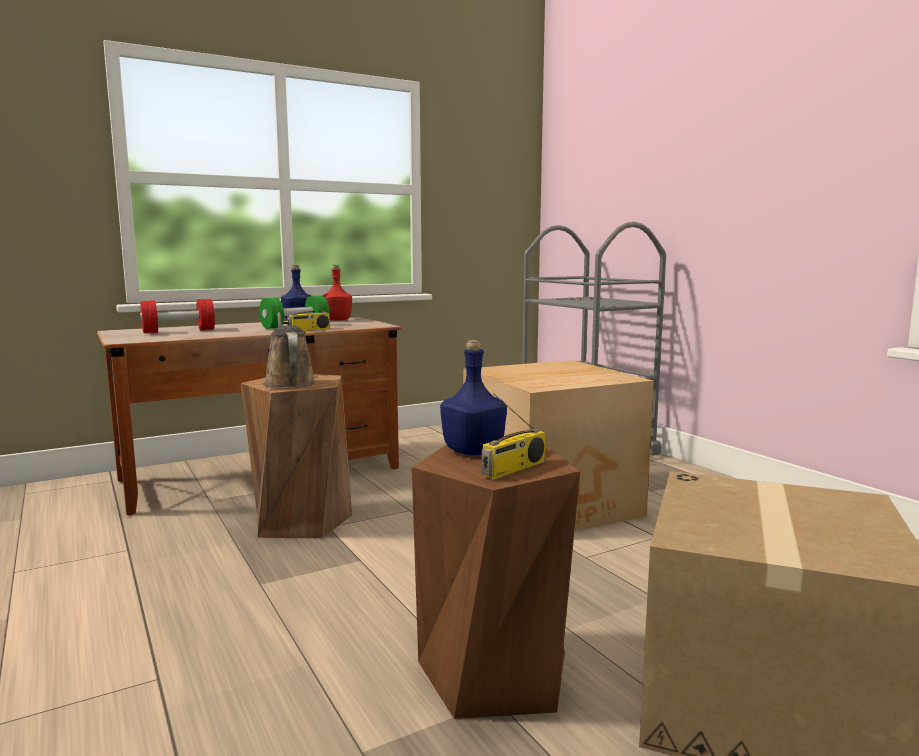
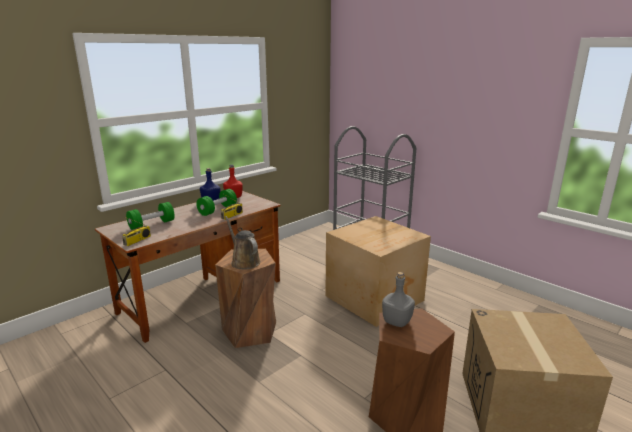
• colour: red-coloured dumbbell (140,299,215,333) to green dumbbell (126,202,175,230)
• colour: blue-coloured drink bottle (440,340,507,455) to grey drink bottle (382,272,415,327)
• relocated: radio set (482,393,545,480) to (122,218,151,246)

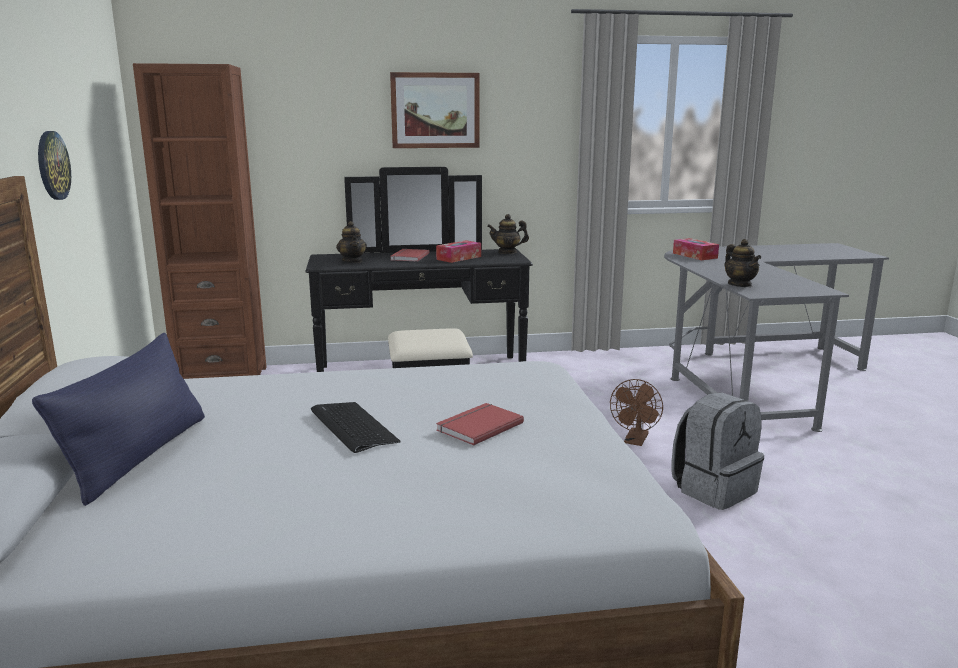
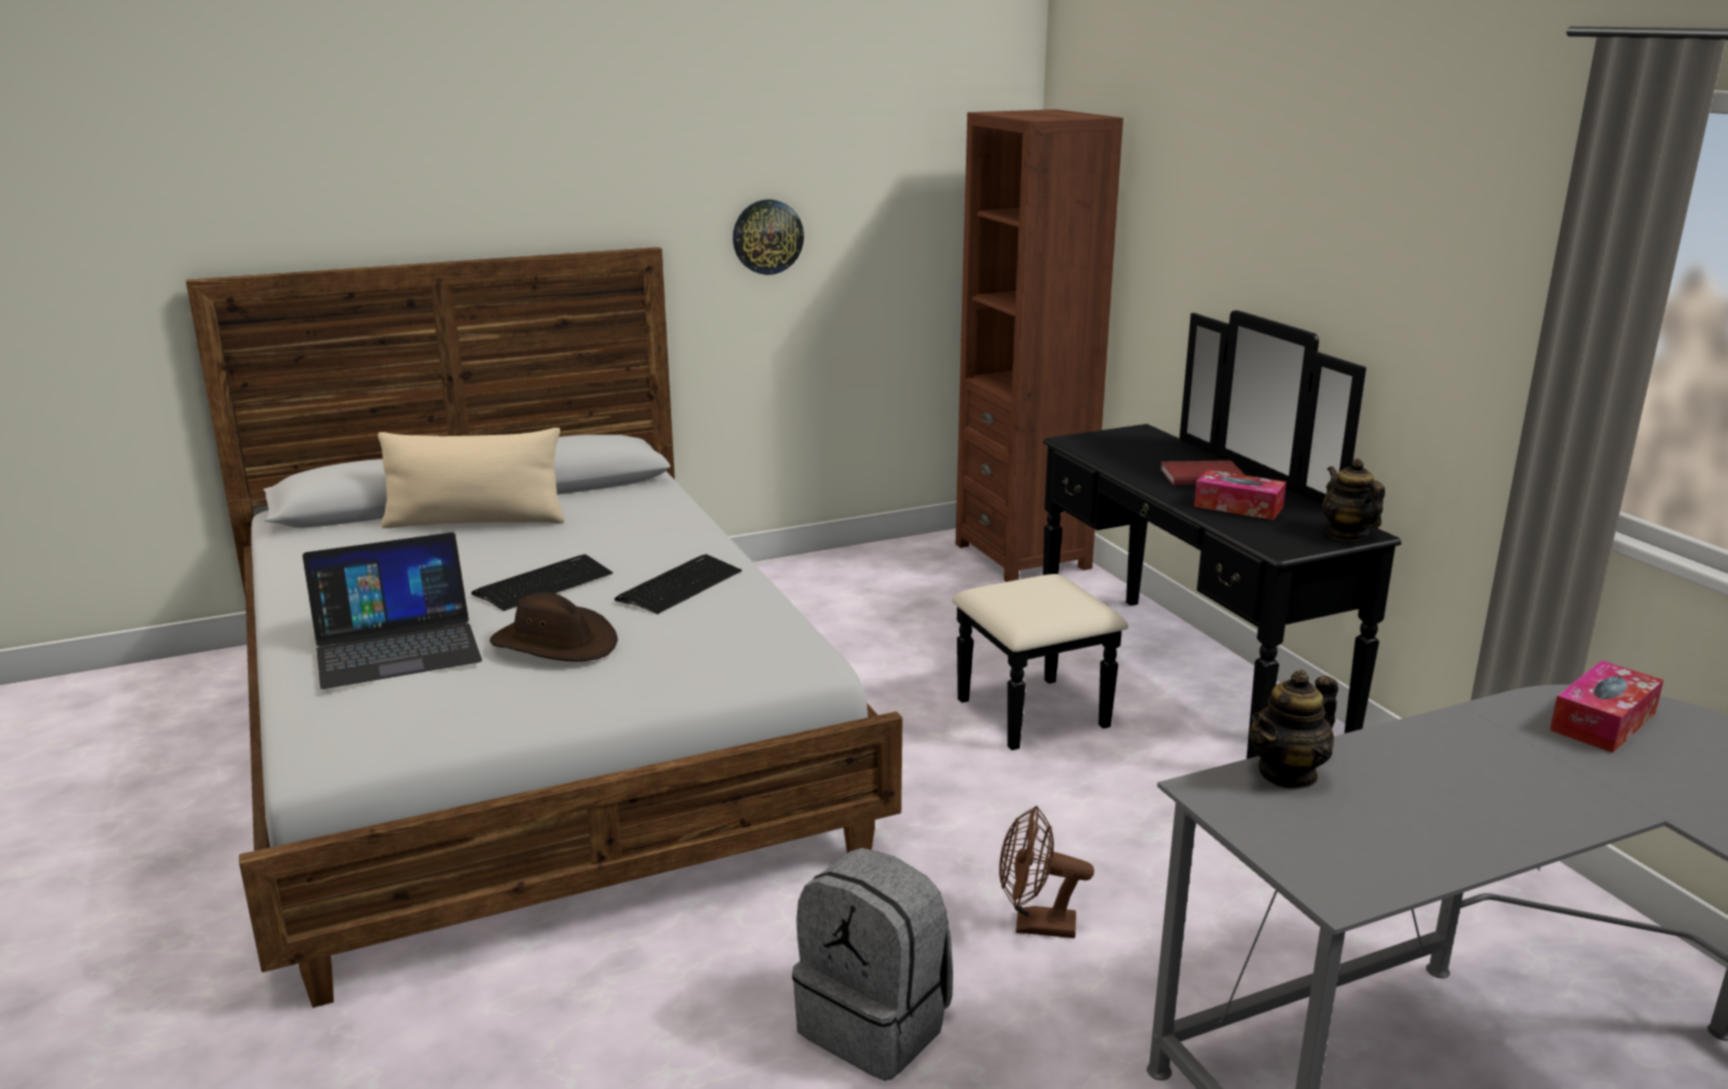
• missing: picture (390,72,480,148)
• missing: teapot (336,221,367,263)
• colour: blue-coloured throw pillow (32,333,205,506) to beige throw pillow (378,428,565,528)
• exchanged: red-coloured bound book (436,403,524,446) to brown-coloured clothing hat (490,592,618,662)
• appeared: laptop (302,532,482,689)
• appeared: PC keyboard (614,554,742,614)

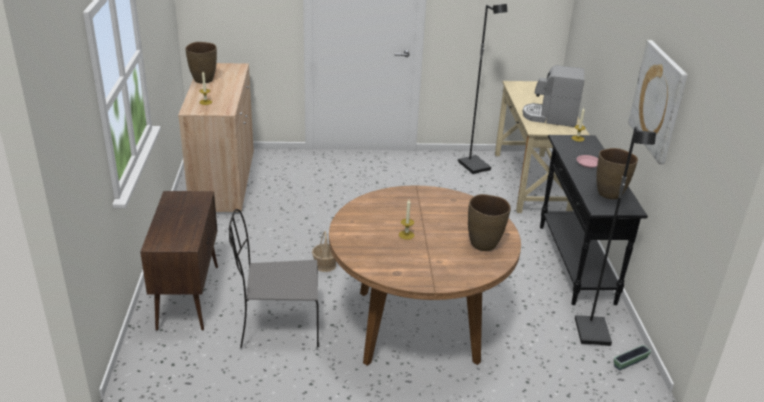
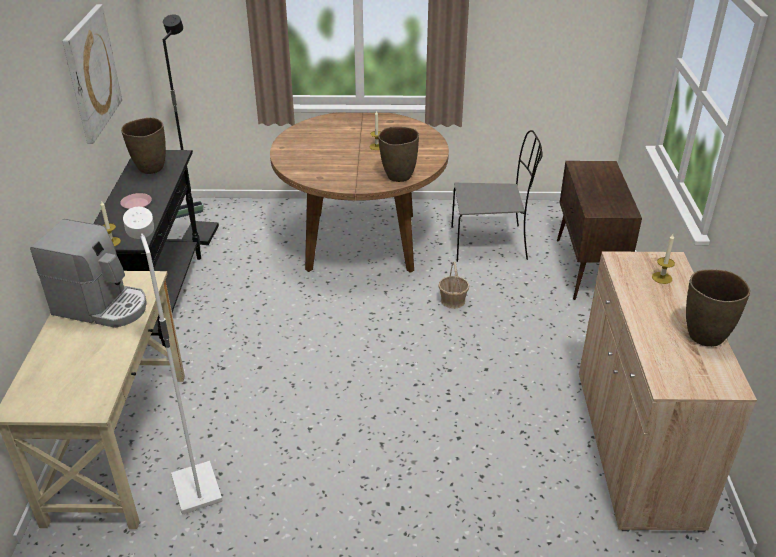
• colour: blackish standing lamp (458,4,507,174) to white-coloured standing lamp (123,207,223,514)
• relocated: brown-coloured vase (468,194,511,251) to (378,127,419,182)

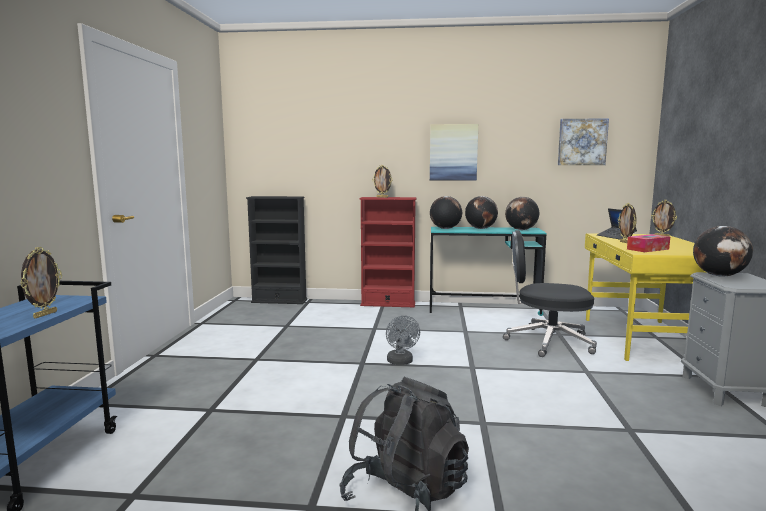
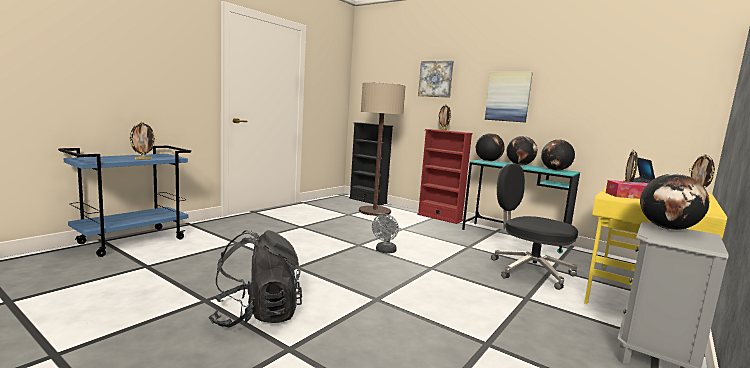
• relocated: picture (558,118,609,165) to (418,61,454,98)
• appeared: standing lamp (359,82,405,216)

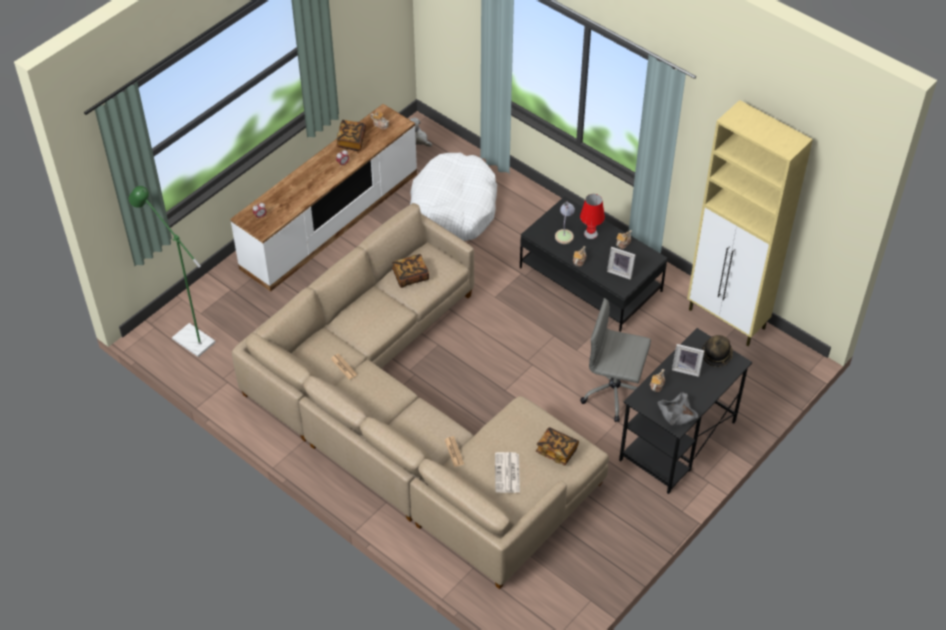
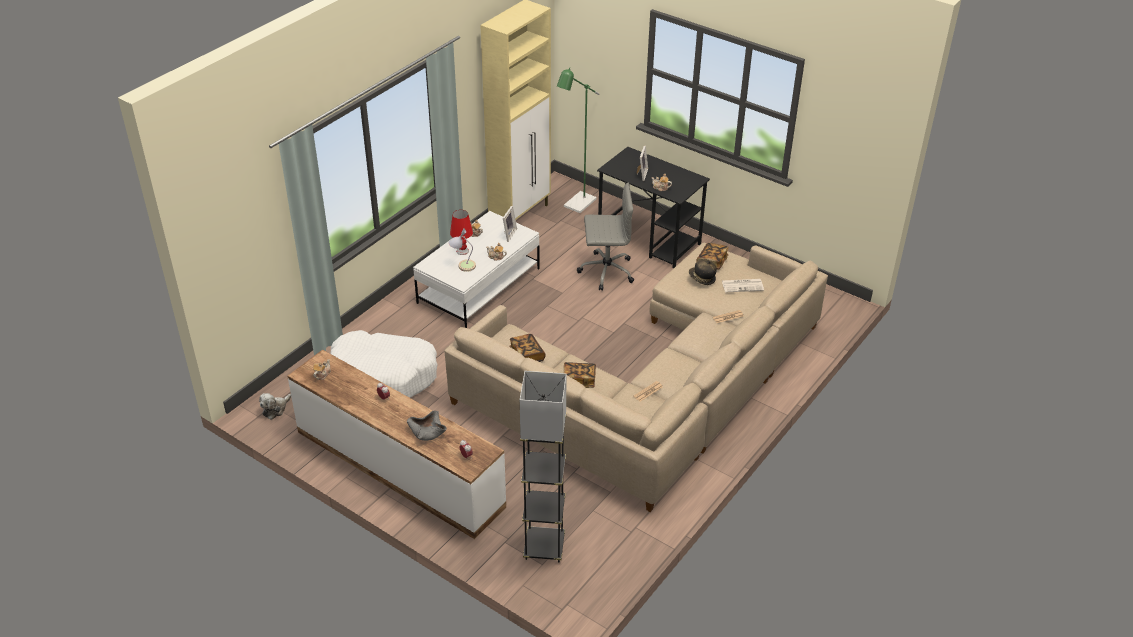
• relocated: bound book (336,120,366,151) to (563,362,596,388)
• relocated: green standing lamp (129,186,216,357) to (557,67,599,213)
• colour: blackish coffee table (520,196,667,332) to white-coloured coffee table (413,211,540,328)
• spun: grey computer chair (580,298,651,422) = (577,182,634,291) 105 degrees counterclockwise
• relocated: clothing hat (701,335,733,367) to (689,259,717,285)
• relocated: grey deep dish (657,392,698,426) to (407,411,447,441)
• appeared: grey standing lamp (520,371,567,563)

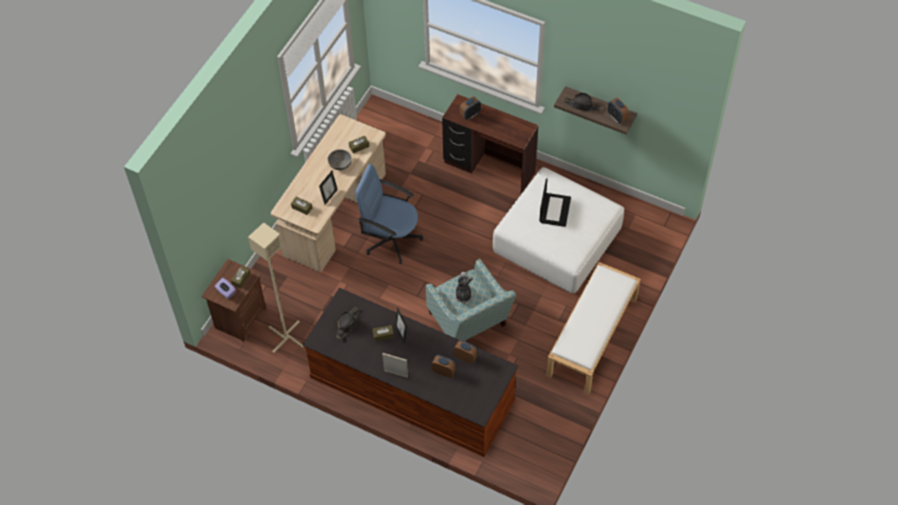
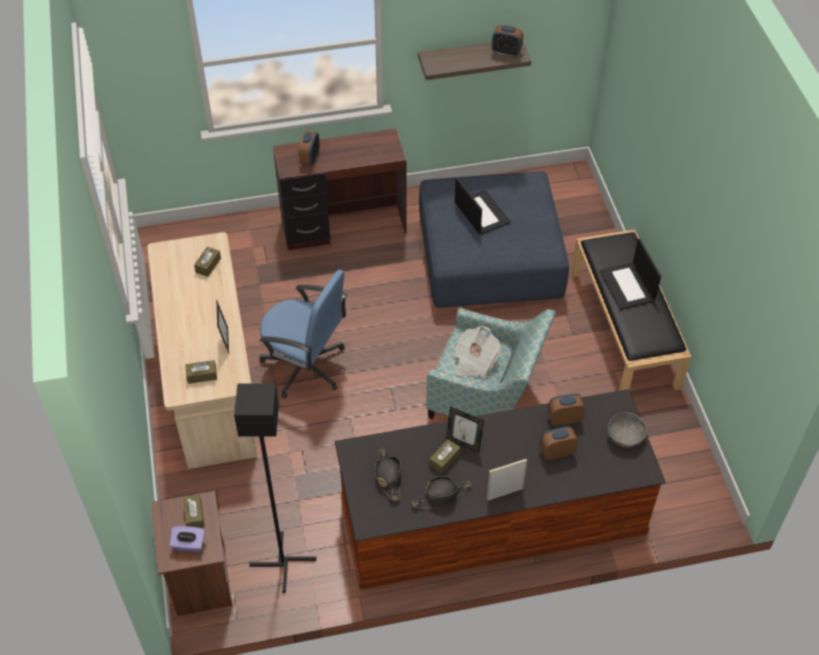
• relocated: blackish clothing hat (563,93,602,111) to (412,476,472,508)
• relocated: grey deep dish (328,149,352,170) to (608,413,647,448)
• spun: blue-coloured computer chair (356,164,423,264) = (259,270,347,398) 135 degrees counterclockwise
• colour: white-coloured pouffe (493,167,624,294) to blue-coloured pouffe (419,171,569,308)
• colour: beige standing lamp (248,222,304,353) to blackish standing lamp (234,383,316,593)
• colour: white-coloured bench (546,262,641,394) to blackish bench (571,229,691,391)
• exchanged: soft toy (454,272,473,304) to newspaper (455,326,501,377)
• appeared: laptop (600,239,661,310)

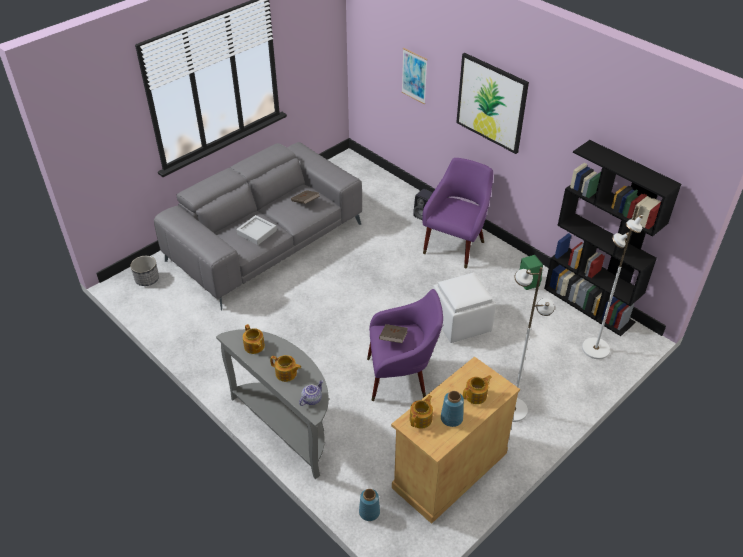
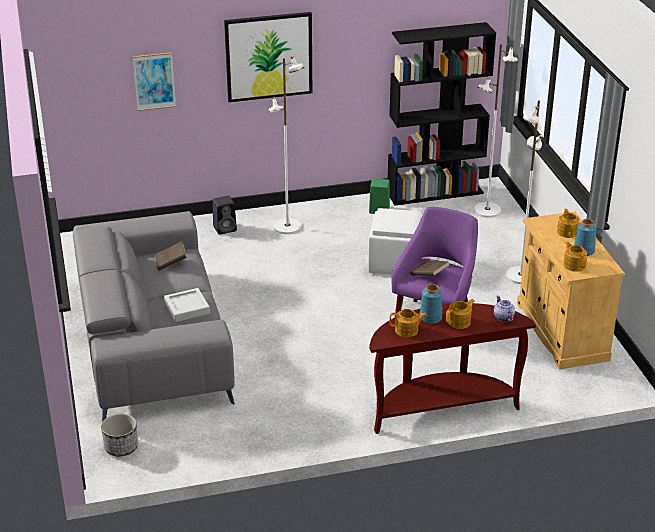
• exchanged: purple-coloured lounge chair (422,158,493,268) to white-coloured standing lamp (269,56,304,234)
• colour: grey narrow table (216,329,329,479) to brown-coloured narrow table (369,303,536,434)
• relocated: blue-coloured vase (359,489,380,521) to (420,284,442,324)

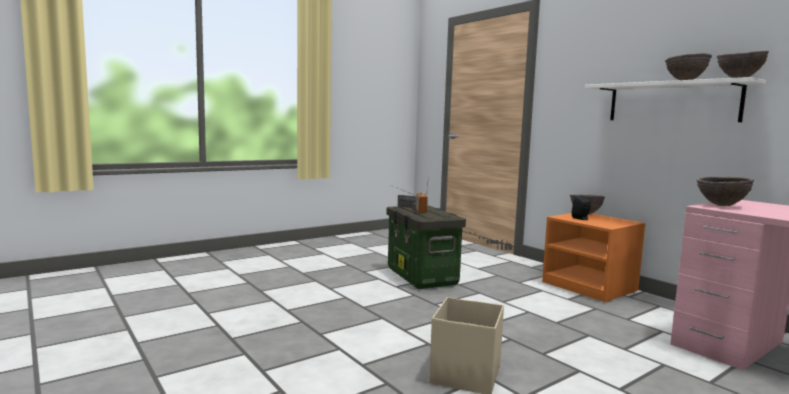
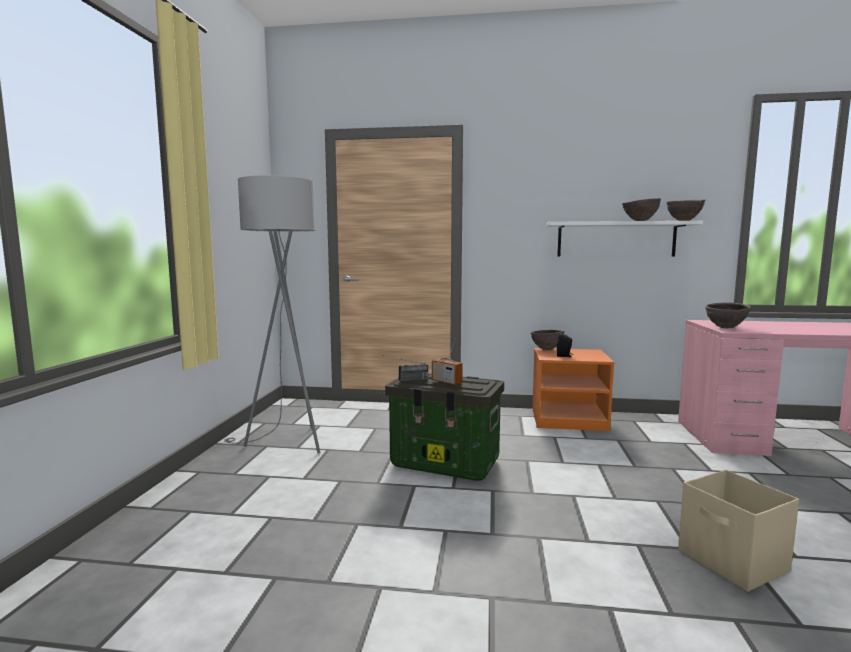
• appeared: grey standing lamp (224,175,321,453)

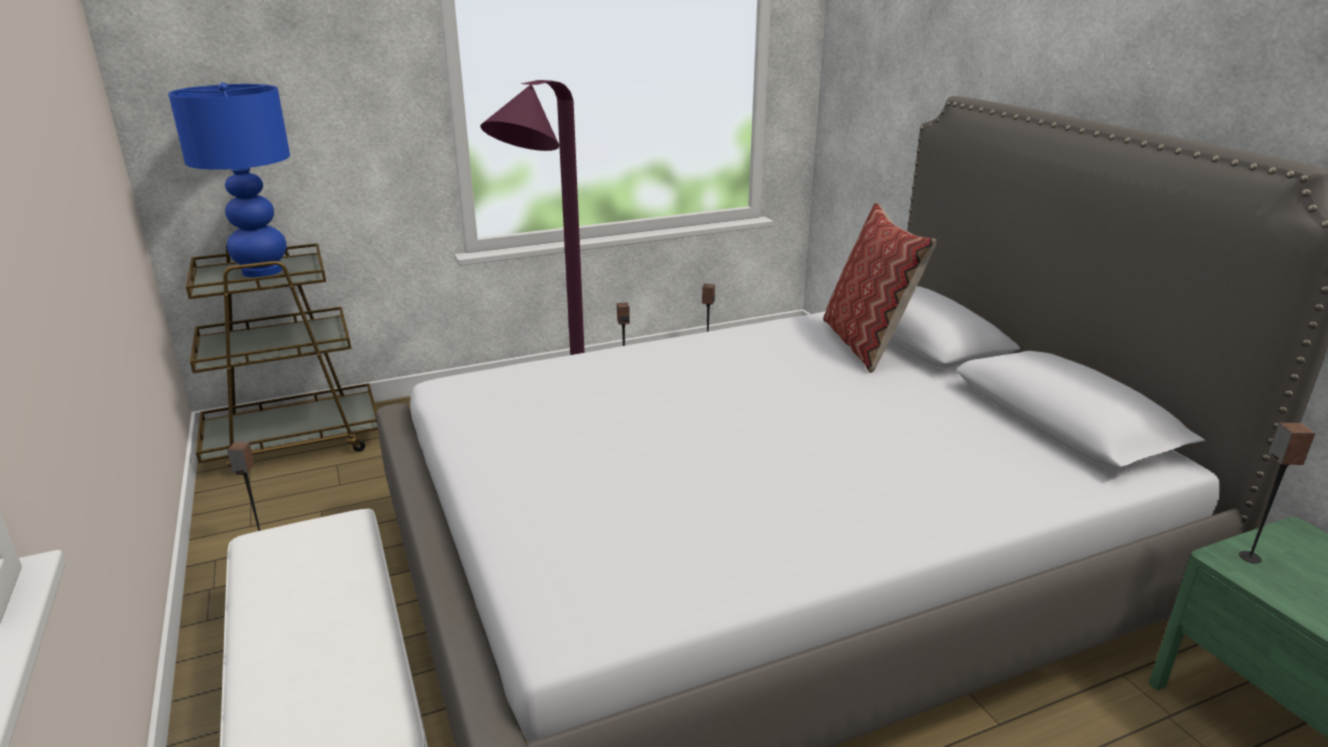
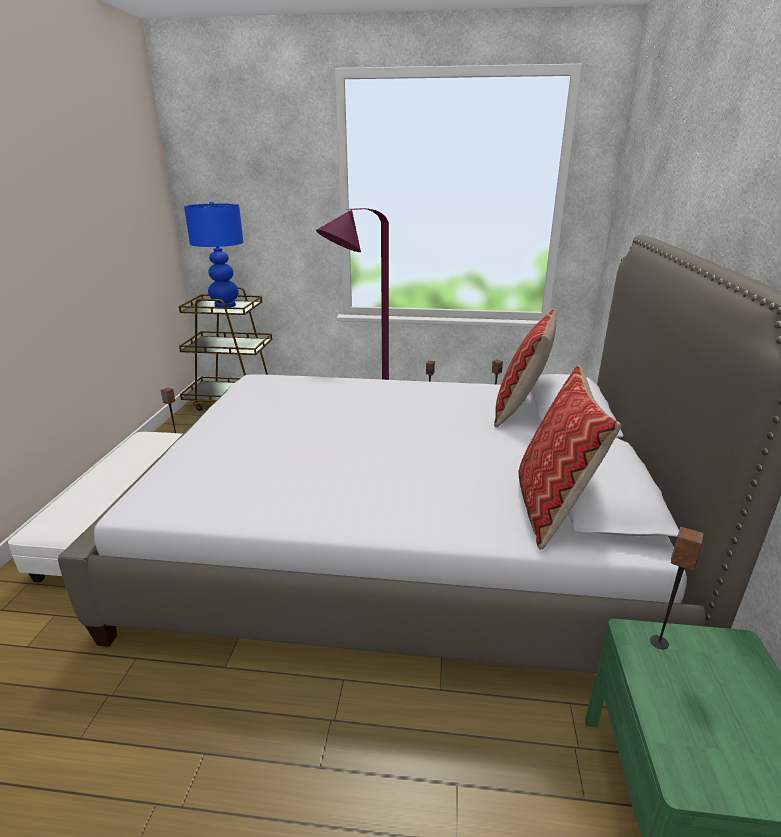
• appeared: throw pillow (519,365,622,550)

